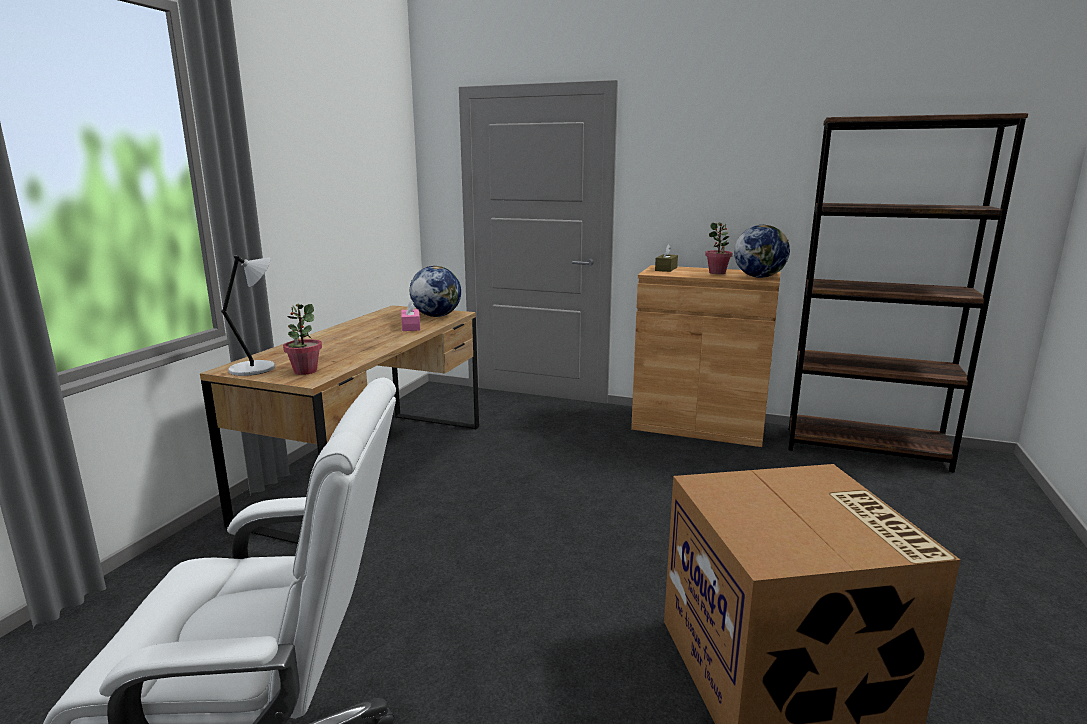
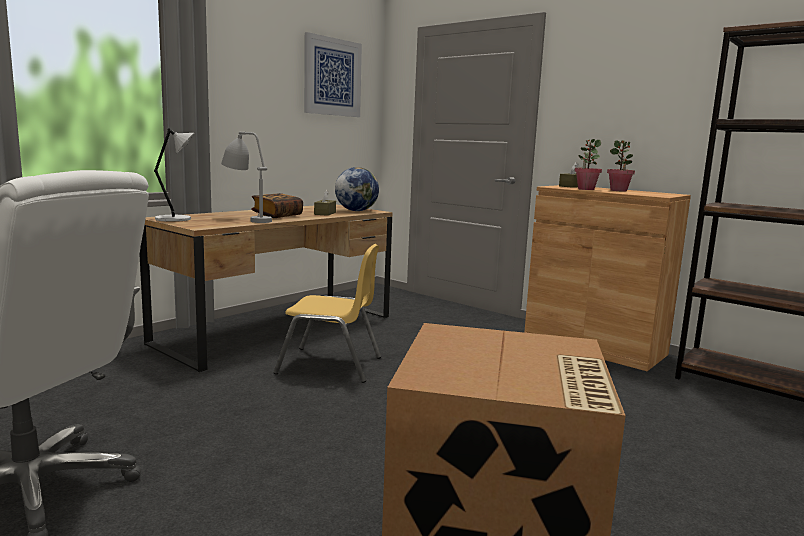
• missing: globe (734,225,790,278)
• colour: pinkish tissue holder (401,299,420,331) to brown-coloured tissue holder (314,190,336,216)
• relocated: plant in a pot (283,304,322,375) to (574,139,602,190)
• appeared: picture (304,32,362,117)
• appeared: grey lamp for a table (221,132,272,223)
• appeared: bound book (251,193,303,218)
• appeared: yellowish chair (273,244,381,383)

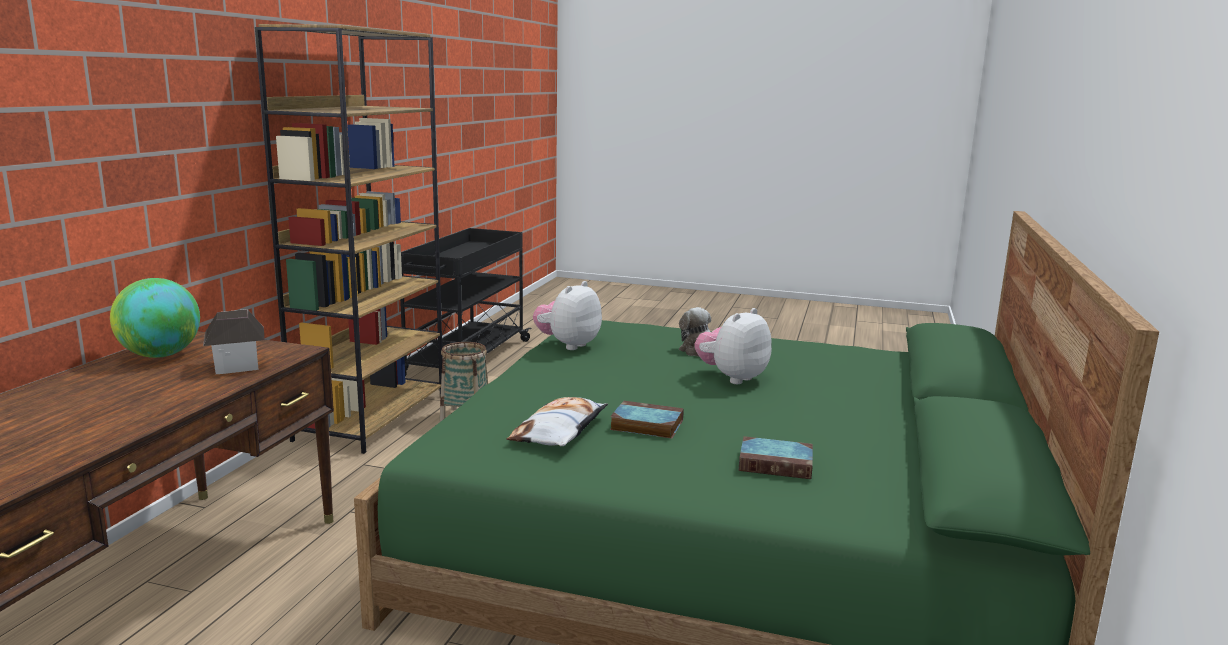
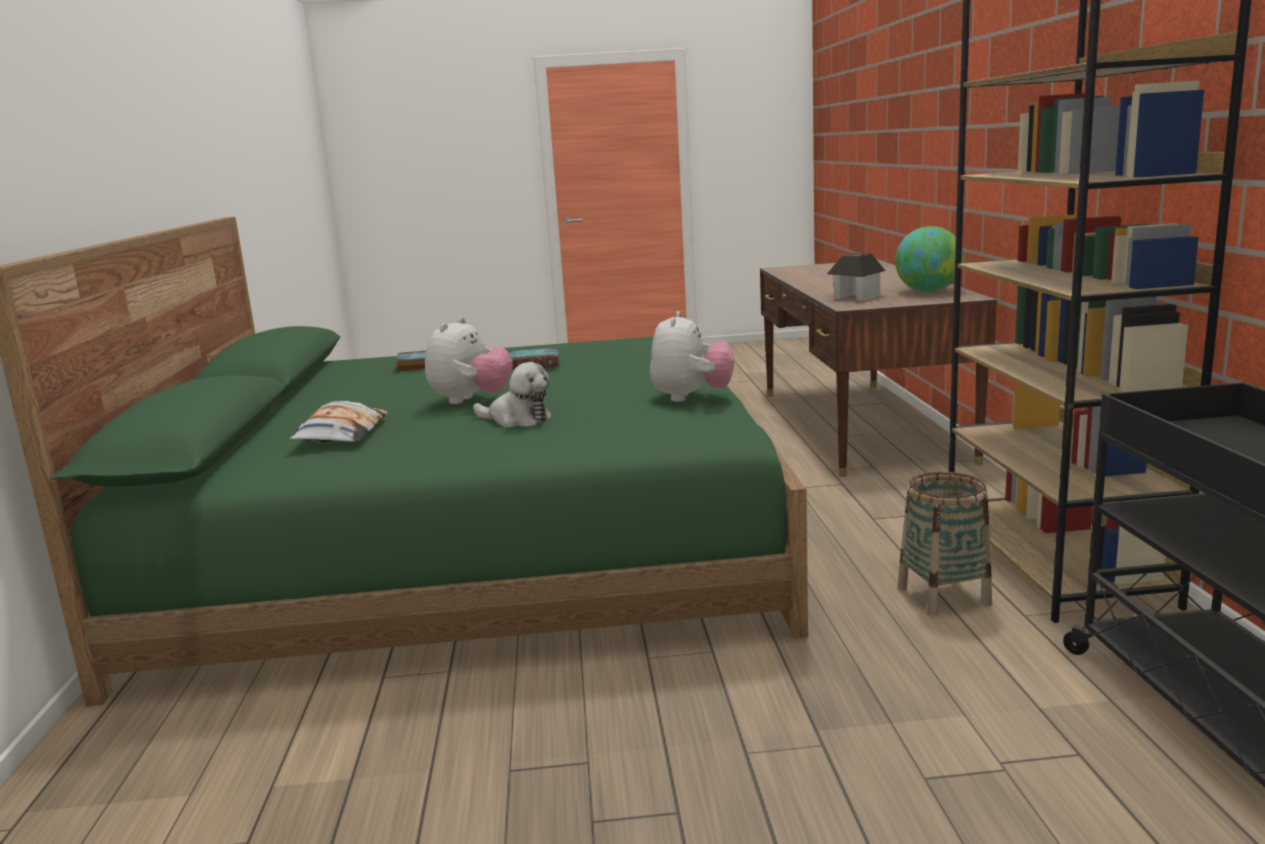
• relocated: throw pillow (506,397,608,446) to (290,401,388,442)

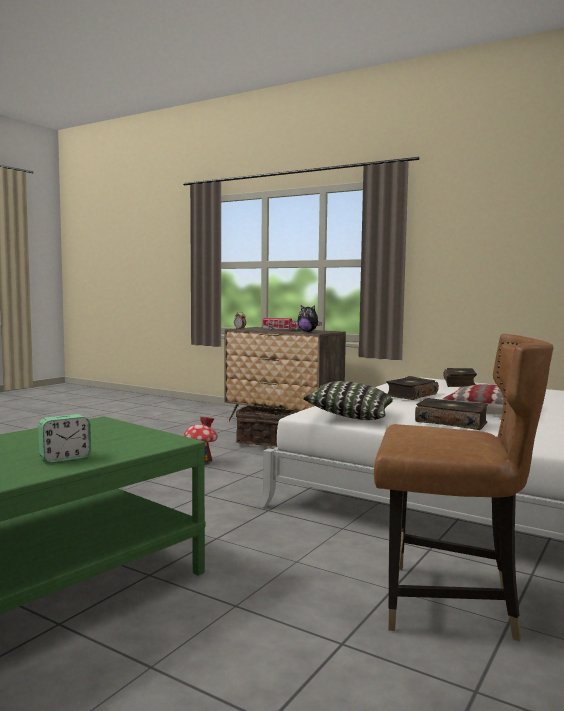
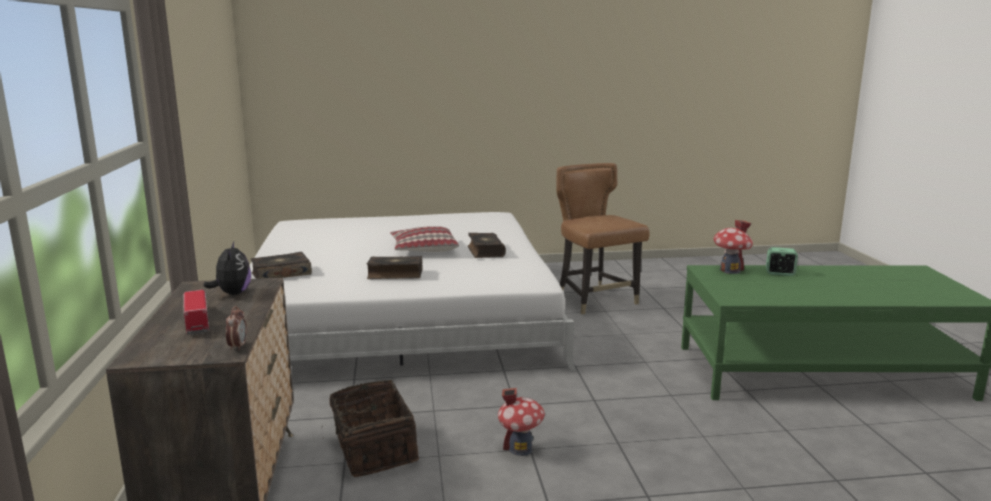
• missing: throw pillow (303,381,393,420)
• appeared: miniature house (714,220,753,274)

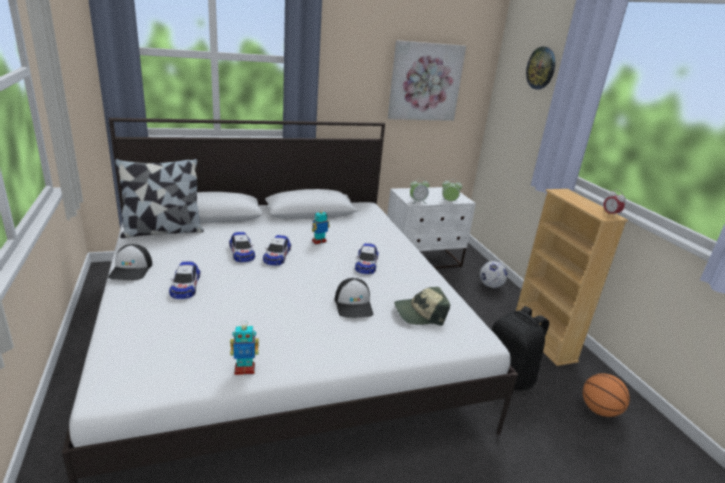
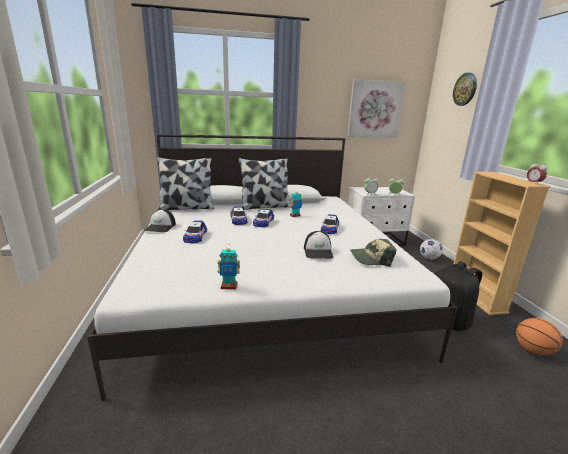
• appeared: throw pillow (238,158,290,210)

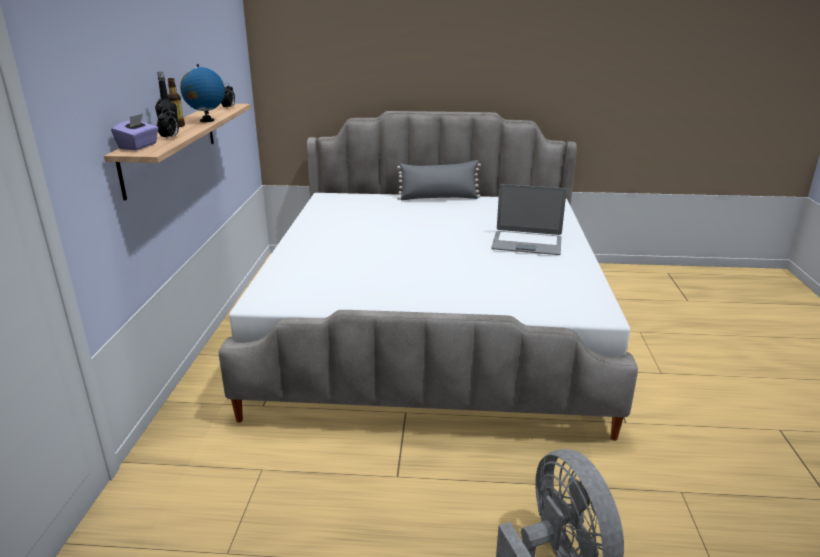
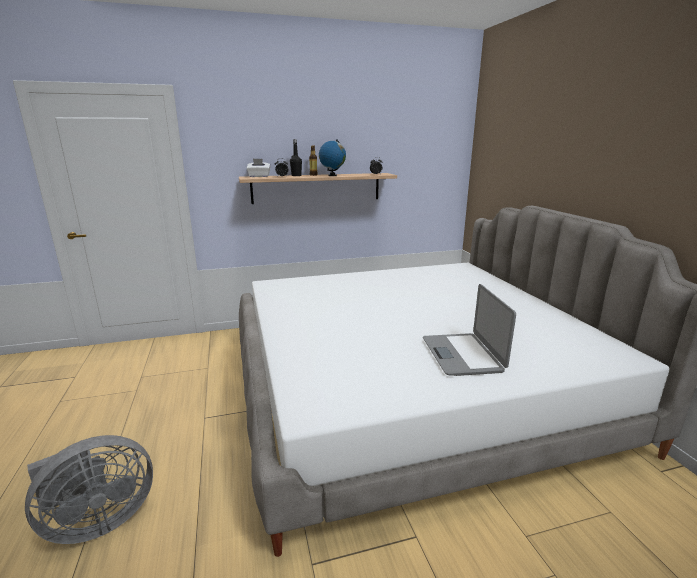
• colour: purple-coloured tissue holder (111,114,159,150) to white-coloured tissue holder (247,159,271,177)
• missing: grey throw pillow (397,160,481,200)

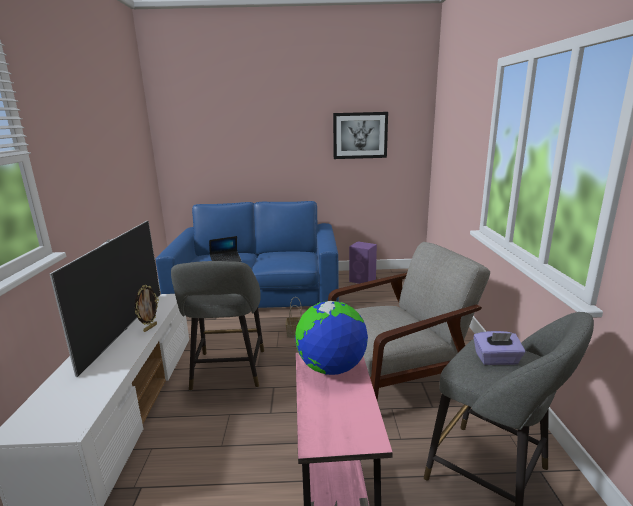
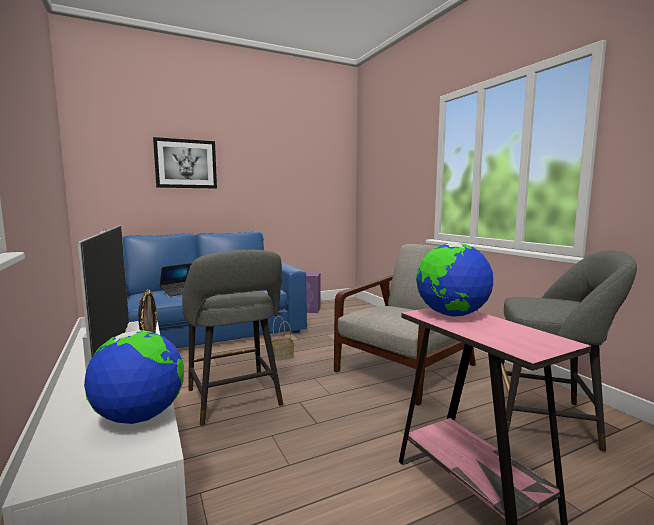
• relocated: picture (333,112,388,159) to (153,137,217,188)
• missing: purple-coloured tissue holder (473,331,525,365)
• appeared: globe (84,330,184,424)

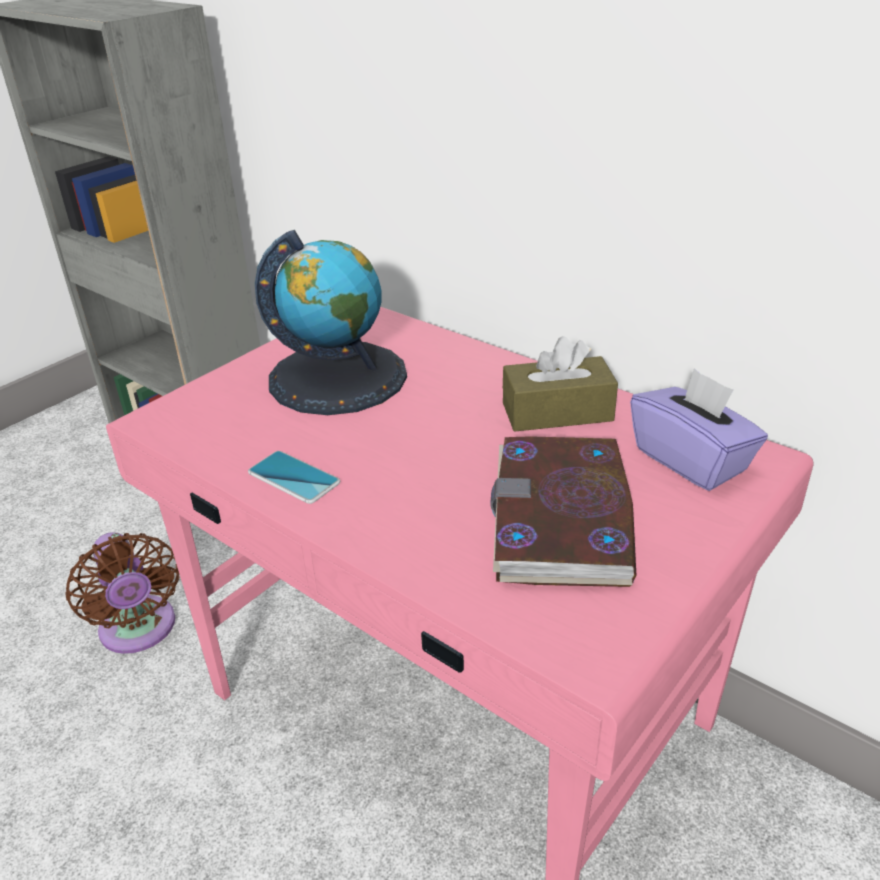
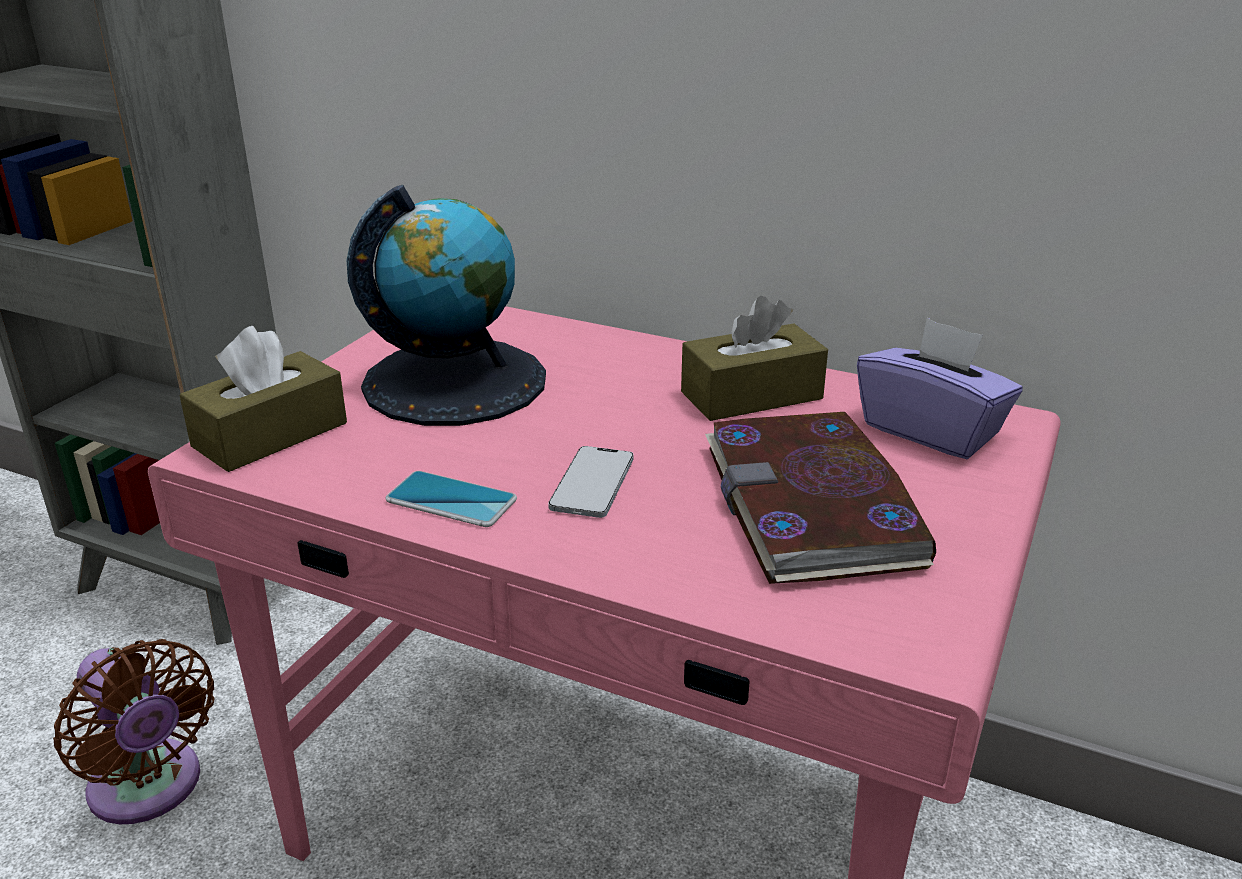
• appeared: brown-coloured tissue holder (179,326,347,472)
• appeared: handset (548,446,633,518)

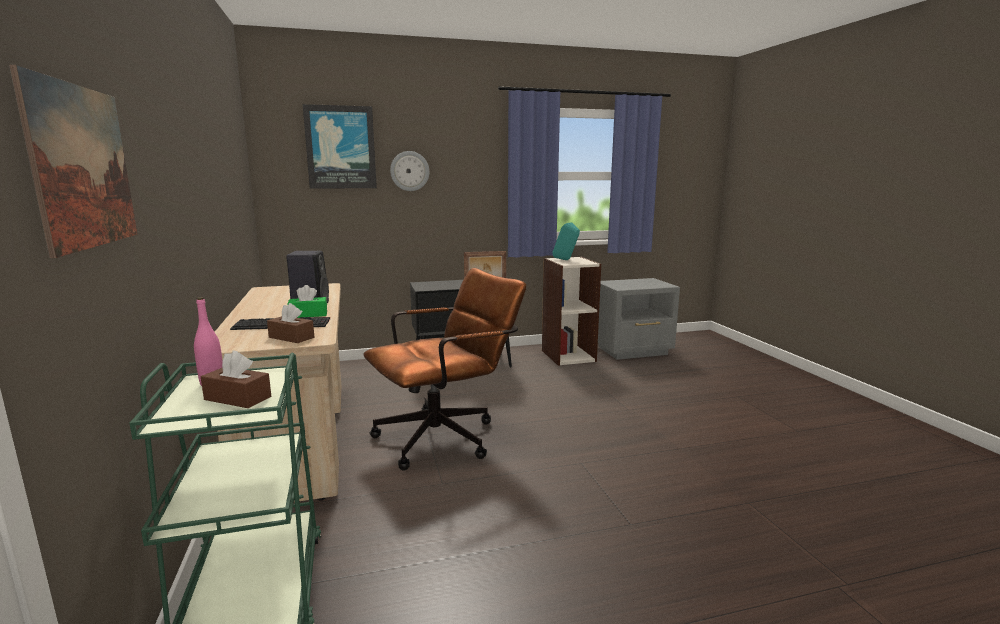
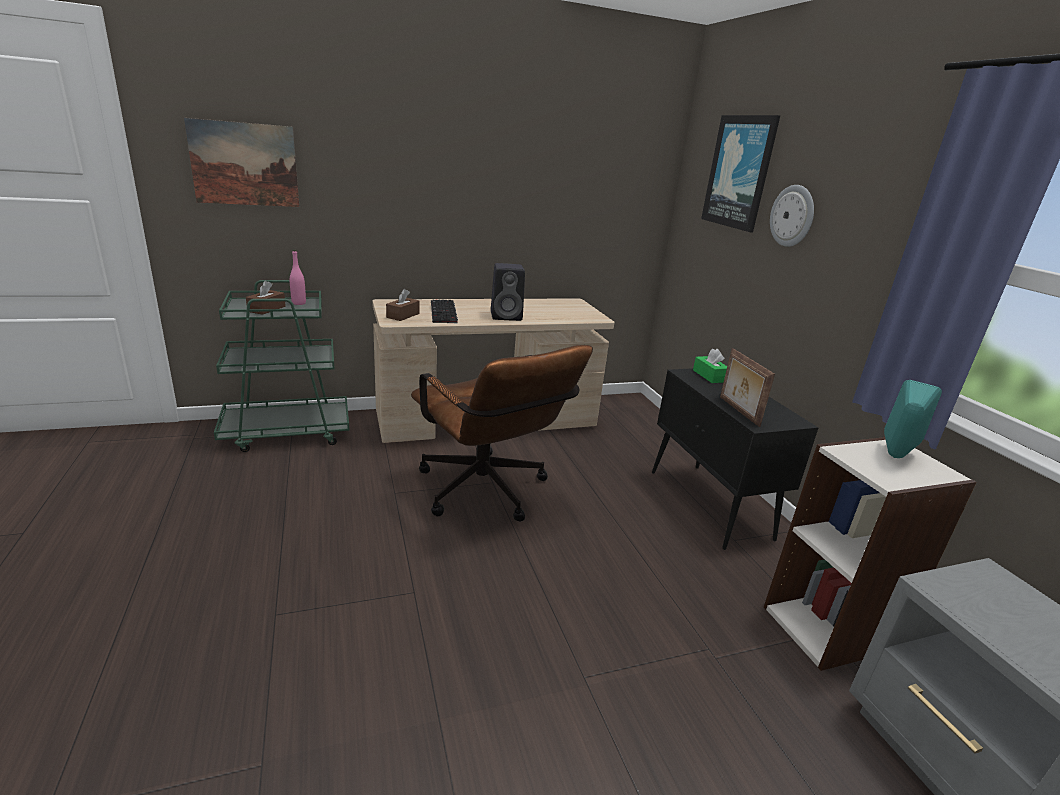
• relocated: green tissue holder (287,285,327,318) to (693,349,727,383)

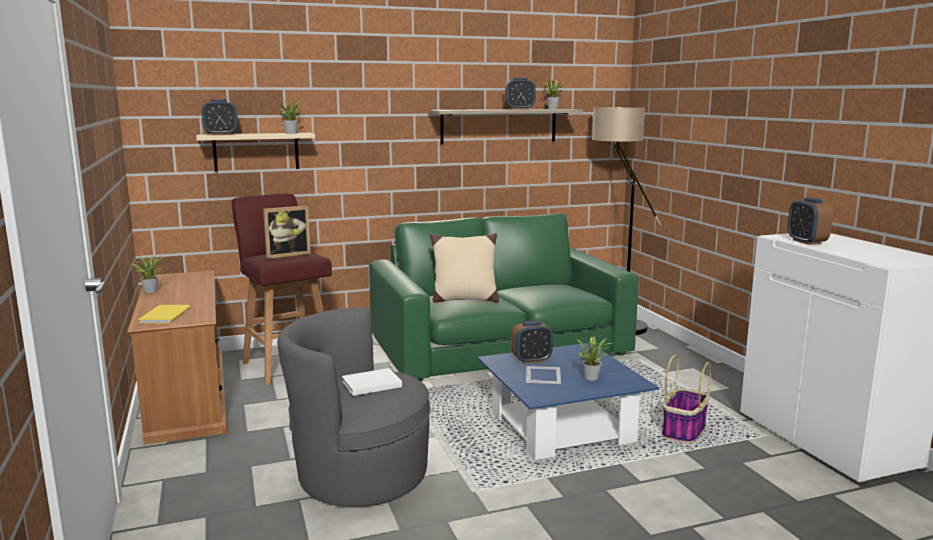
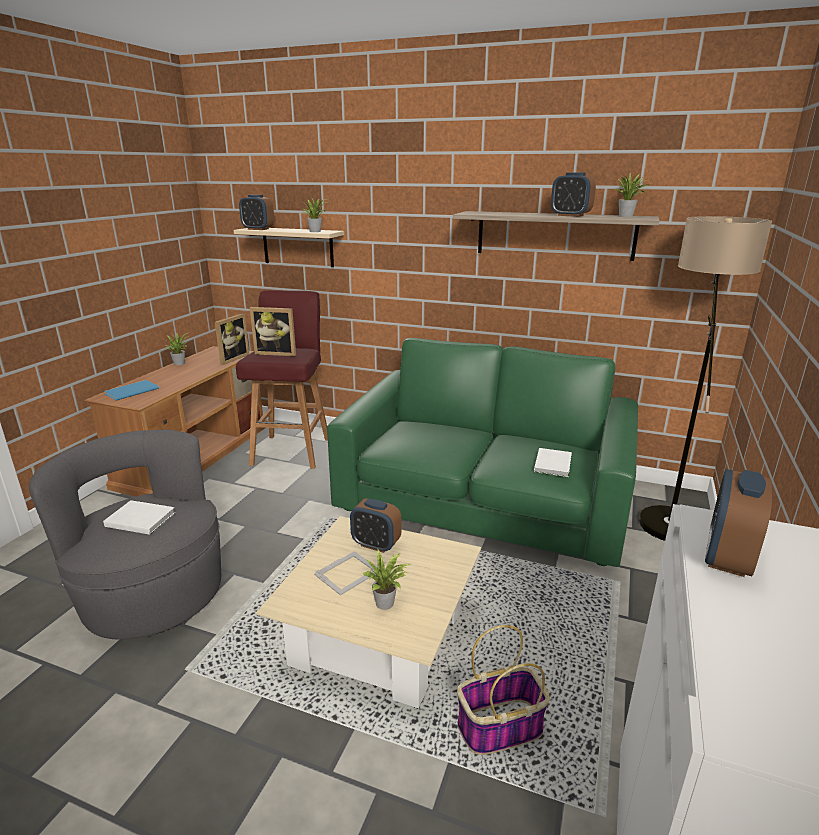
• missing: beige throw pillow (430,233,499,303)
• colour: yellowish bound book (138,305,190,323) to blue-coloured bound book (104,380,159,401)
• colour: blue-coloured coffee table (478,343,659,460) to beige coffee table (256,516,481,708)
• appeared: standing frame (215,313,249,365)
• appeared: white-coloured bound book (534,448,572,477)

